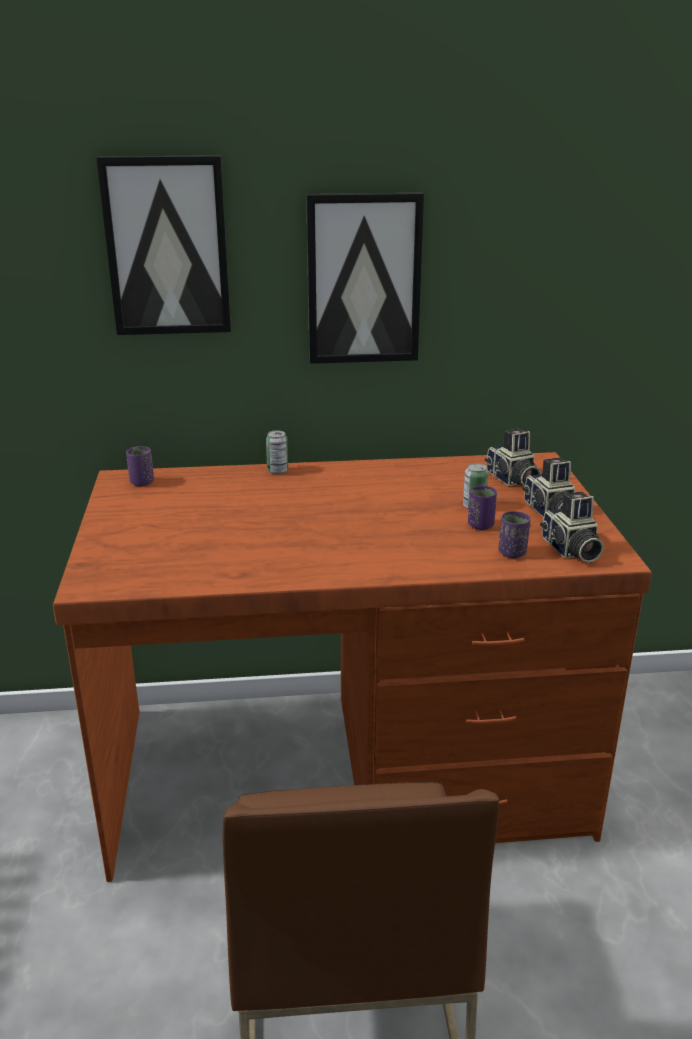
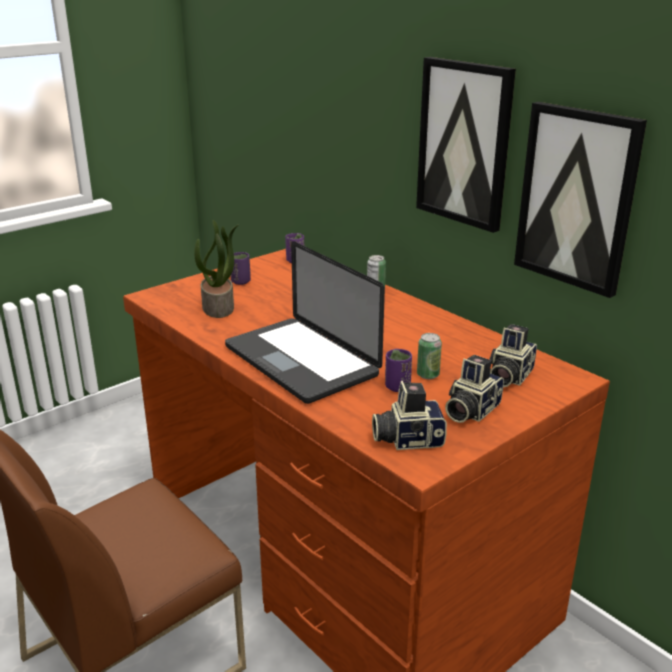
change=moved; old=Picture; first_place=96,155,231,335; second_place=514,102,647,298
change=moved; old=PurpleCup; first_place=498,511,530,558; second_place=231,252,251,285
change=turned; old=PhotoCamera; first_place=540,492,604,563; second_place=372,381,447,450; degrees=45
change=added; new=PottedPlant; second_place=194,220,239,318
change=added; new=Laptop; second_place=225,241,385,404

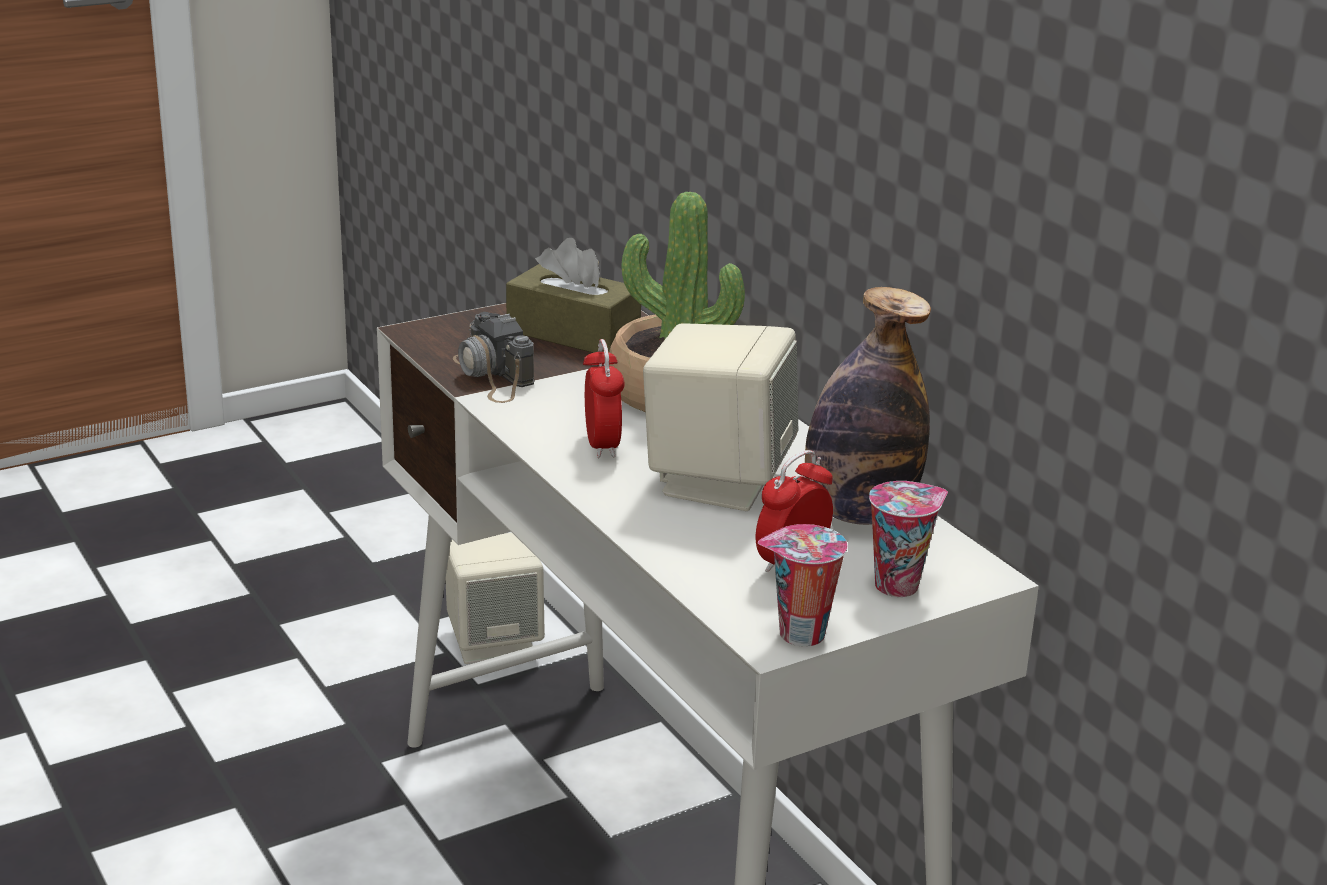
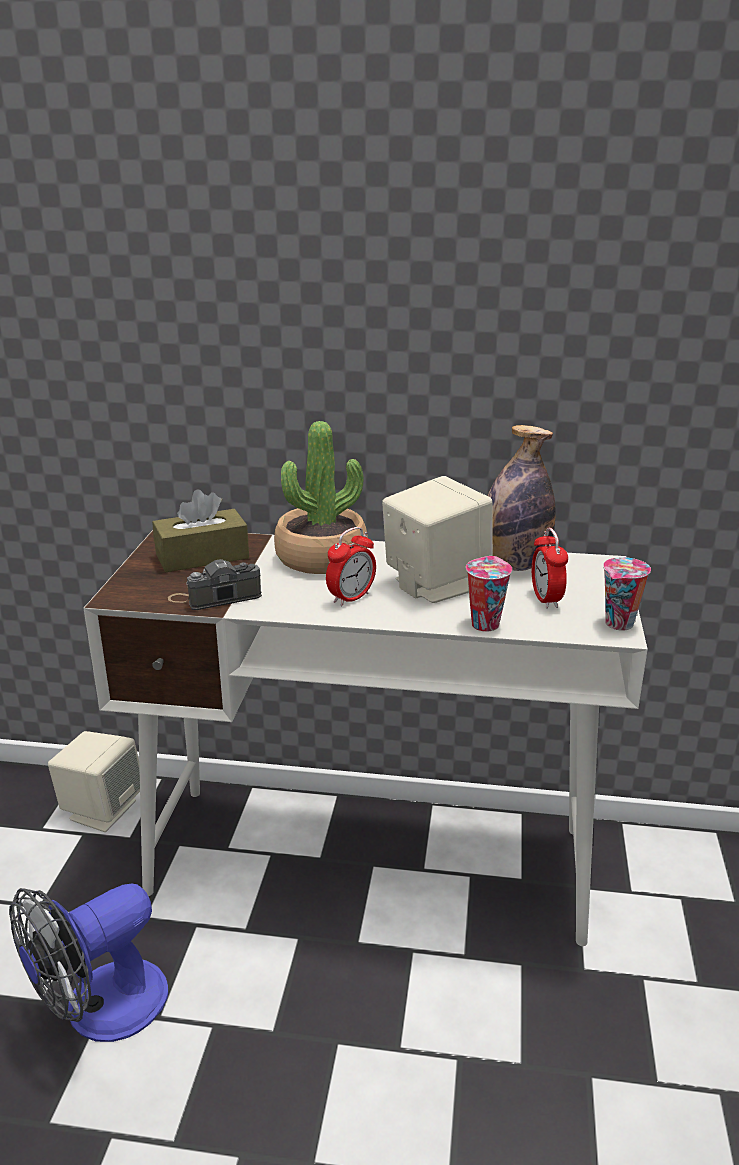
change=turned; old=PhotoCamera; first_place=453,312,534,403; second_place=168,559,262,610; degrees=150
change=turned; old=AlarmClock; first_place=583,339,625,458; second_place=326,527,376,606; degrees=105
change=moved; old=Cup; first_place=869,481,948,597; second_place=466,556,512,631
change=added; new=Fan; second_place=9,883,168,1042

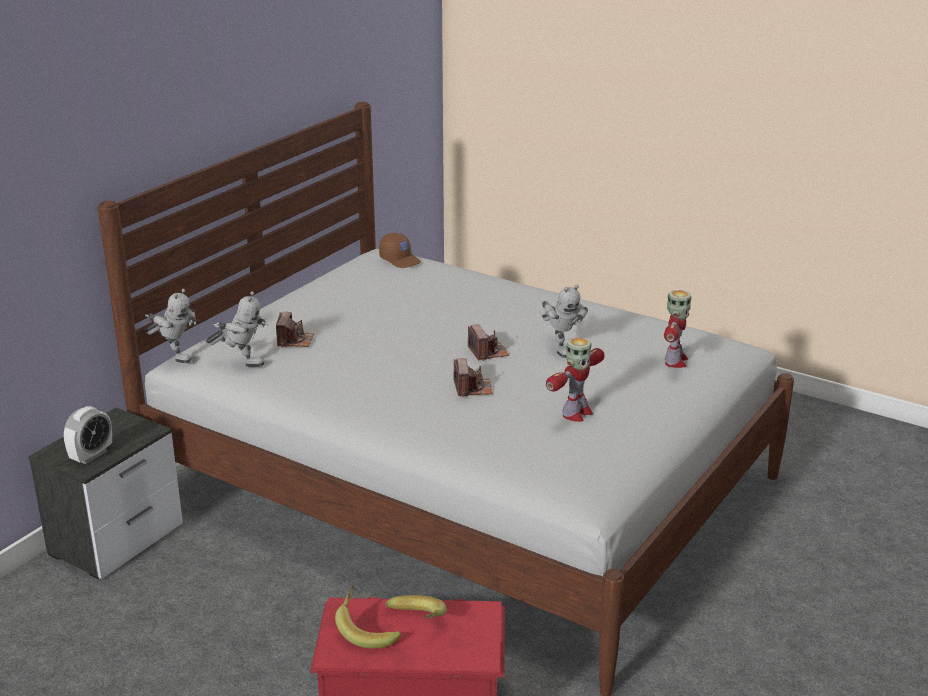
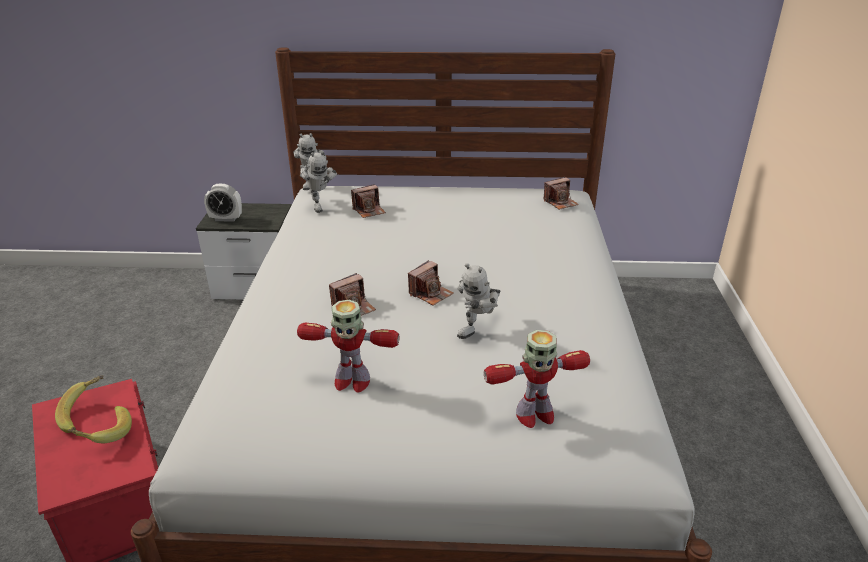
change=replaced; old=BrownCap; new=PhotoCamera; first_place=379,233,421,268; second_place=543,177,579,210

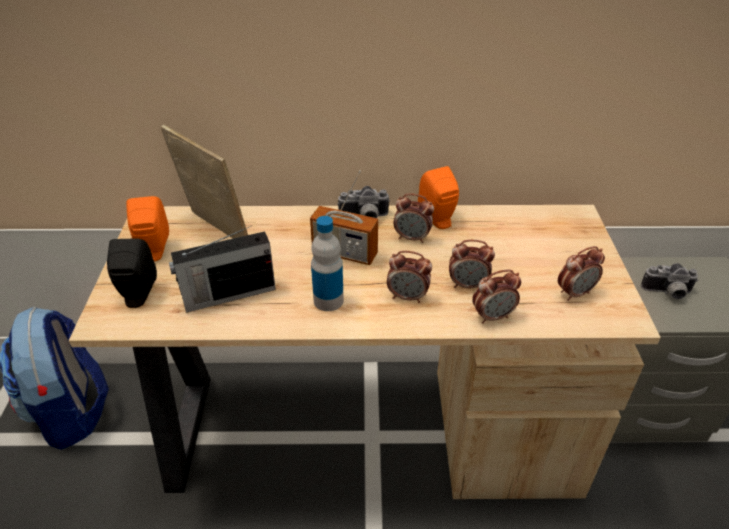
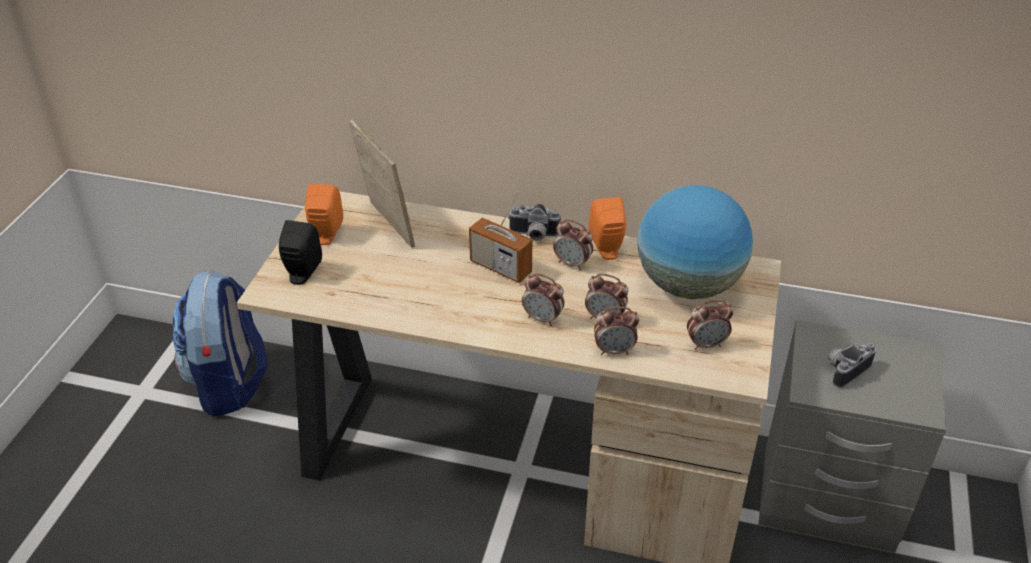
change=removed; old=Radio; first_place=169,225,276,313
change=removed; old=Bottle; first_place=311,216,344,311
change=turned; old=PhotoCamera; first_place=641,263,699,299; second_place=828,343,876,388; degrees=120
change=added; new=Globe; second_place=637,185,753,299

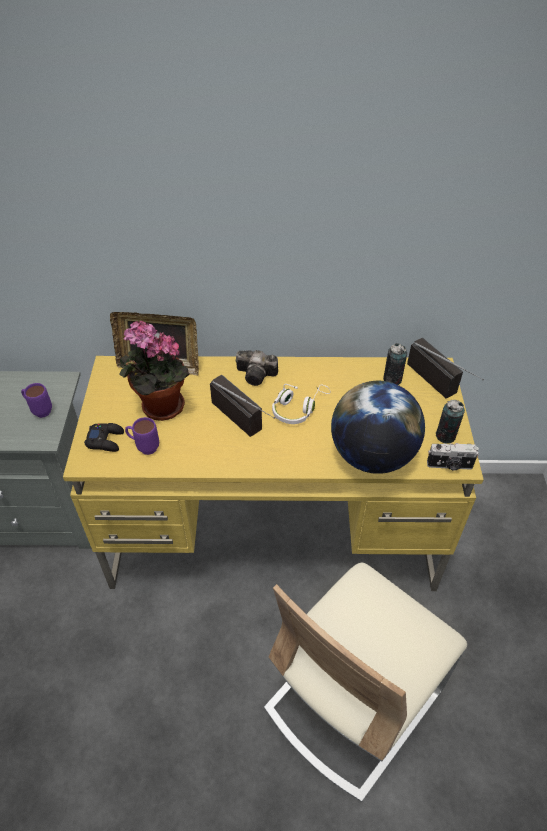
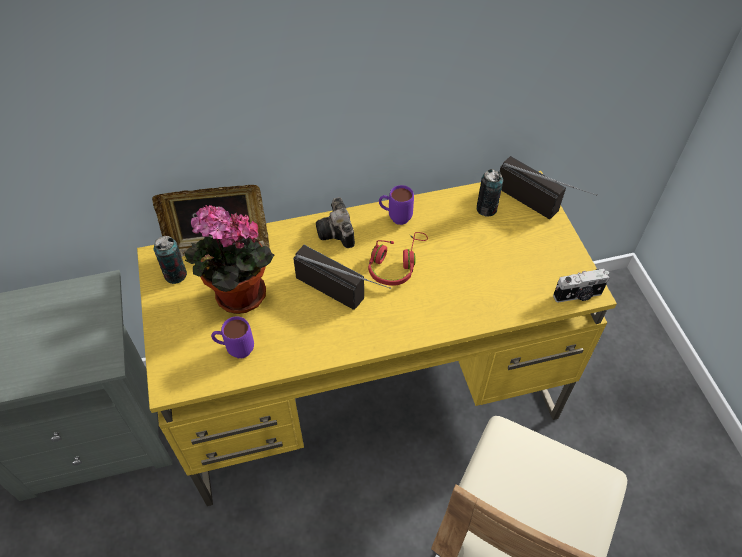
change=moved; old=PurpleMug; first_place=21,383,52,418; second_place=379,185,414,225
change=removed; old=BlackGameController; first_place=84,423,124,452
change=turned; old=PhotoCamera; first_place=236,350,278,386; second_place=316,197,355,248; degrees=75
change=recoloured; old=WhiteHeadphones; new=RedHeadphones; first_place=272,384,331,424; second_place=368,232,428,286
change=removed; old=Globe; first_place=331,381,425,474
change=moved; old=Can; first_place=436,400,465,443; second_place=153,236,187,284

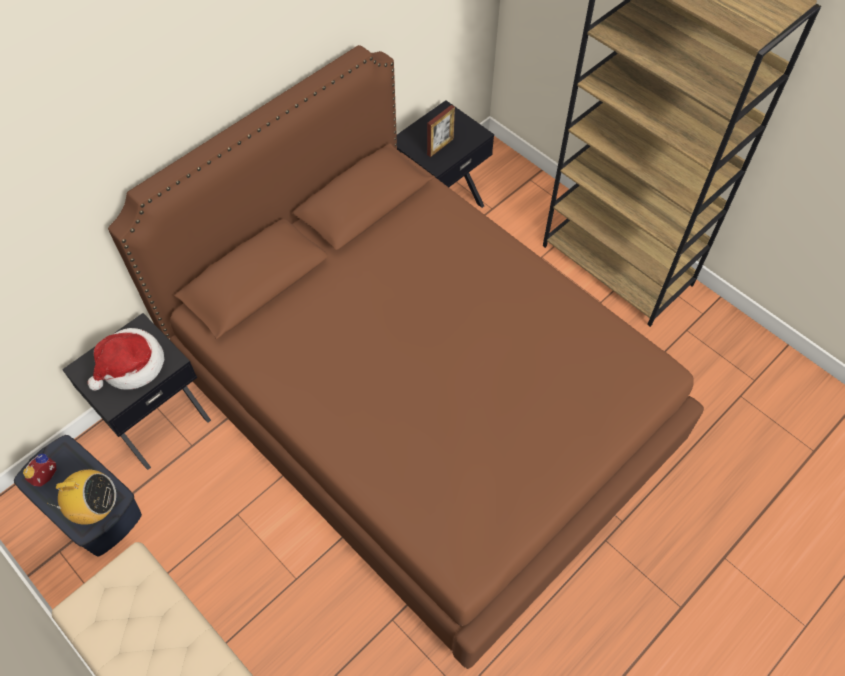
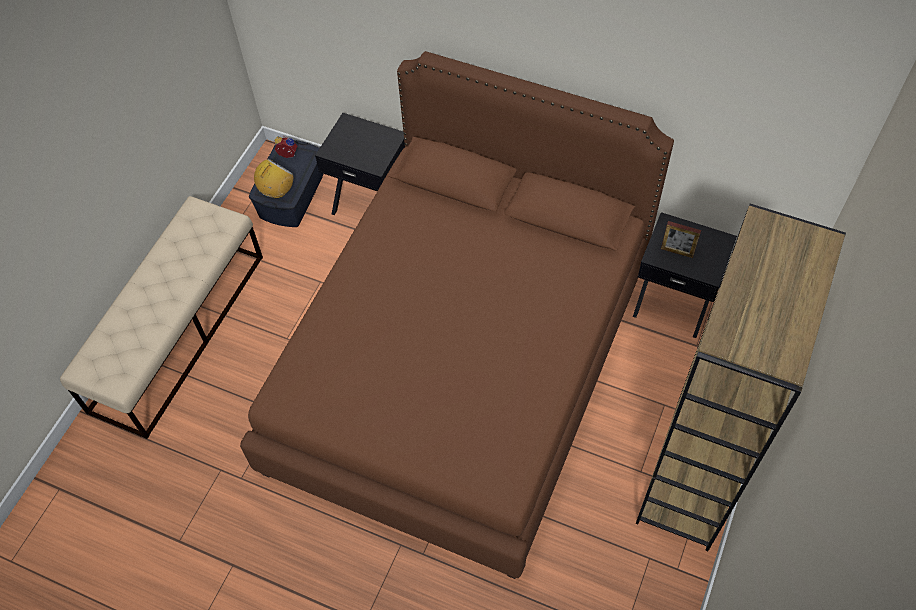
change=turned; old=Radio; first_place=47,469,116,525; second_place=254,159,293,198; degrees=-120
change=removed; old=Hat; first_place=87,328,164,391

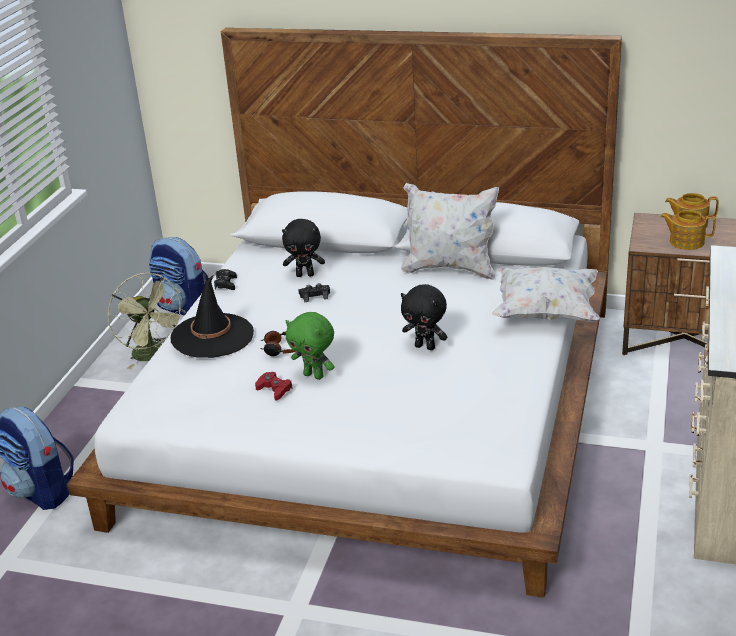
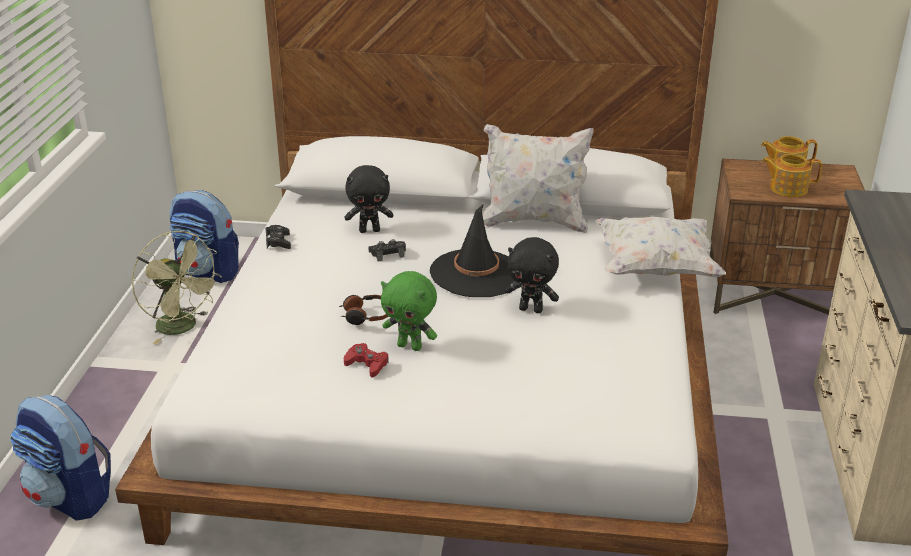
change=moved; old=BlackHat; first_place=171,275,254,358; second_place=430,204,515,297

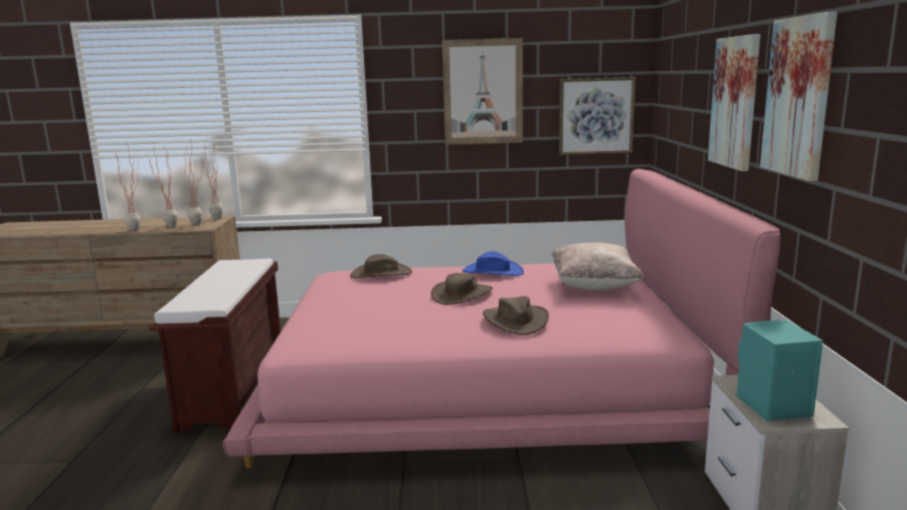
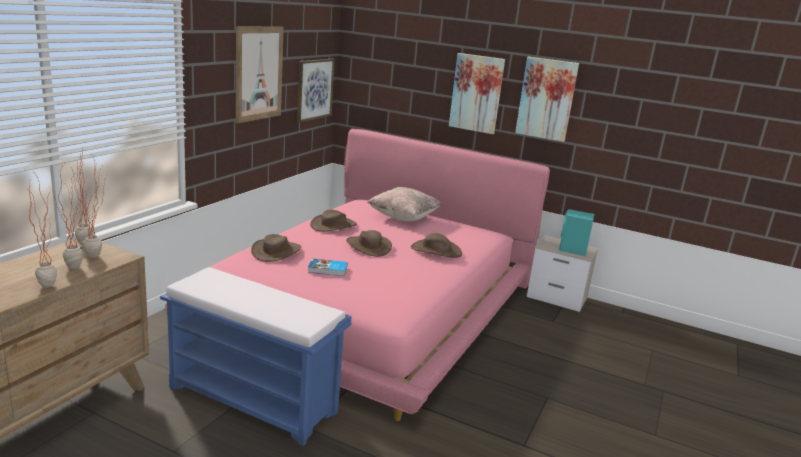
change=recoloured; old=BrownBench; new=BlueBench; first_place=150,259,281,434; second_place=160,267,352,446
change=recoloured; old=BlueHat; new=BrownHat; first_place=462,251,524,276; second_place=310,210,357,231
change=added; new=Book; second_place=308,258,348,276

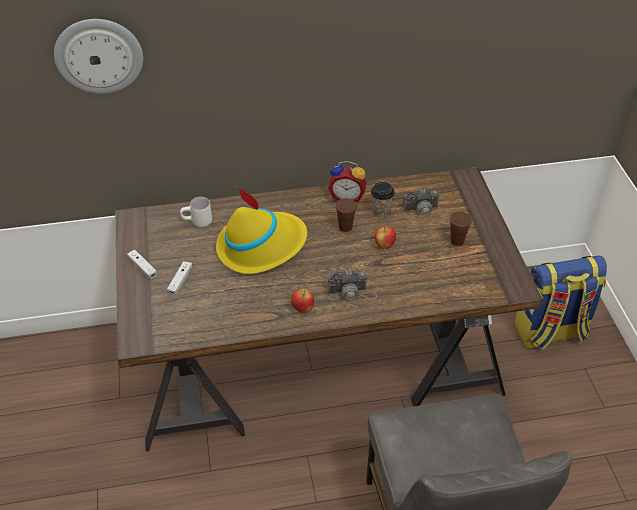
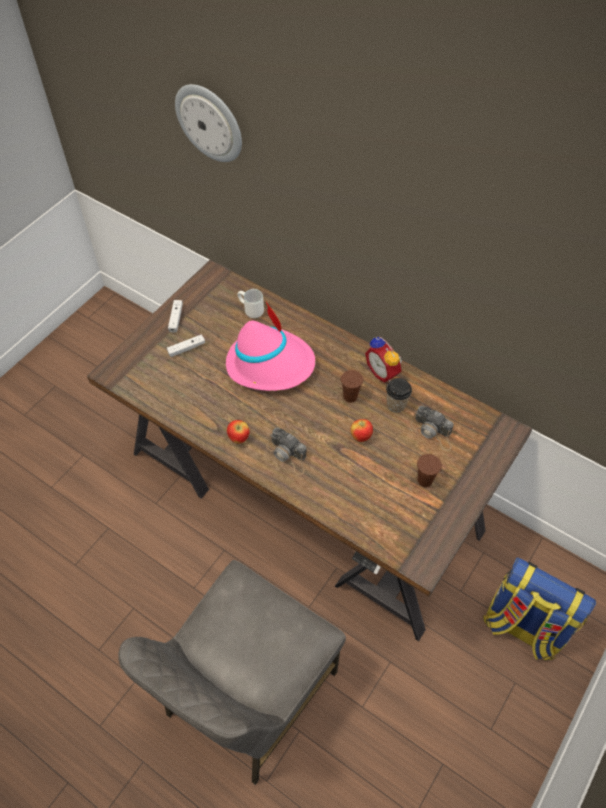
change=recoloured; old=YellowHat; new=PinkHat; first_place=216,187,307,274; second_place=226,302,315,391

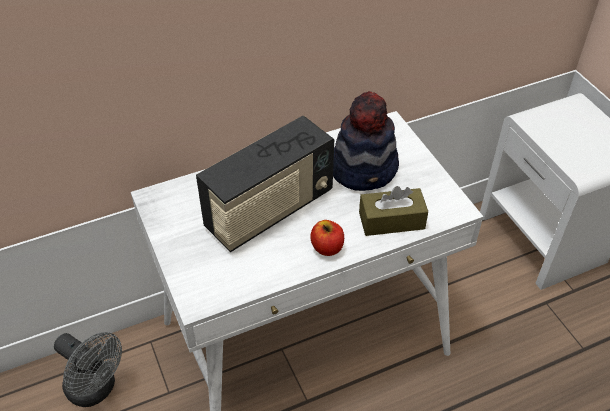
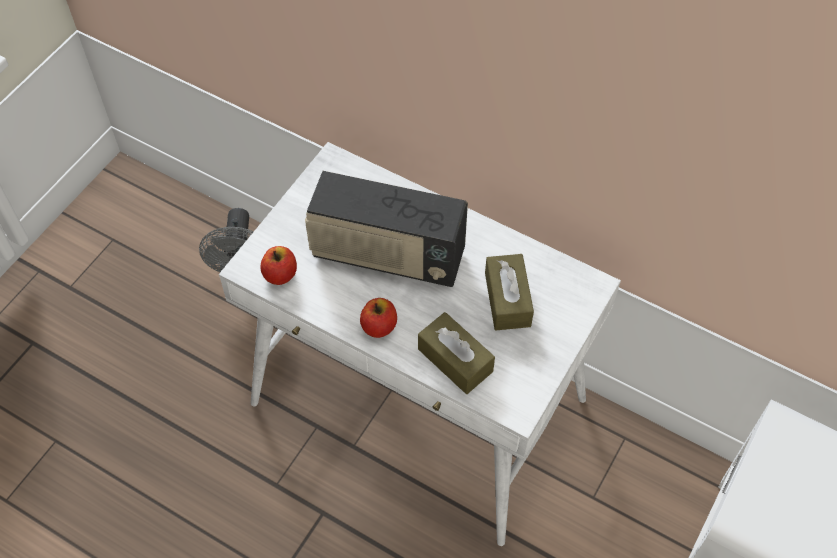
change=replaced; old=Hat; new=BrownTissueBox; first_place=333,91,399,191; second_place=485,254,534,331
change=added; new=Apple; second_place=261,246,297,285

